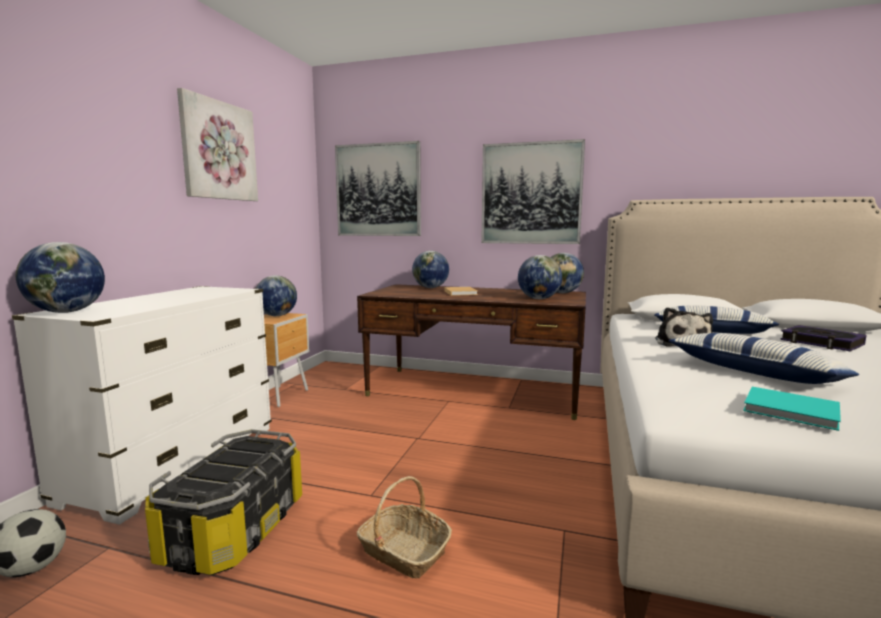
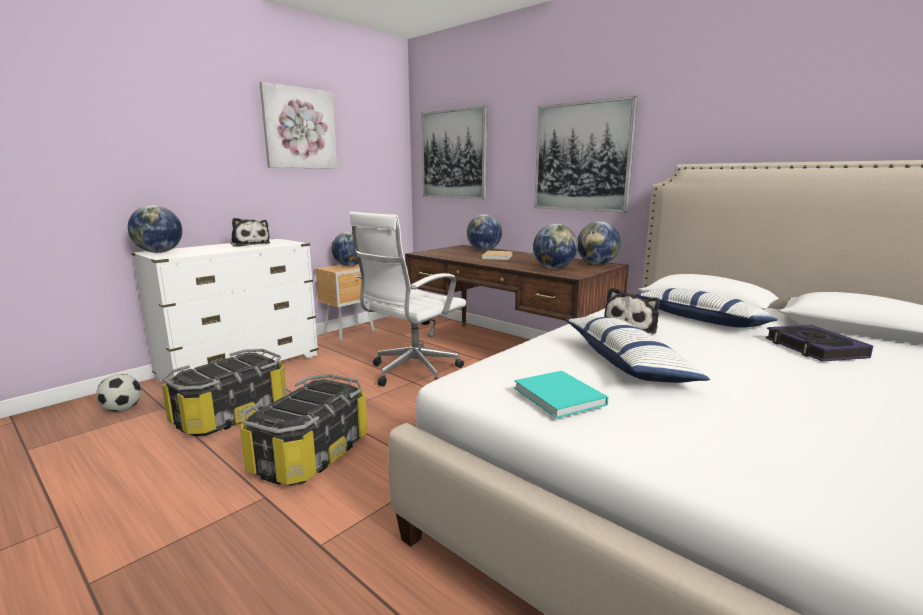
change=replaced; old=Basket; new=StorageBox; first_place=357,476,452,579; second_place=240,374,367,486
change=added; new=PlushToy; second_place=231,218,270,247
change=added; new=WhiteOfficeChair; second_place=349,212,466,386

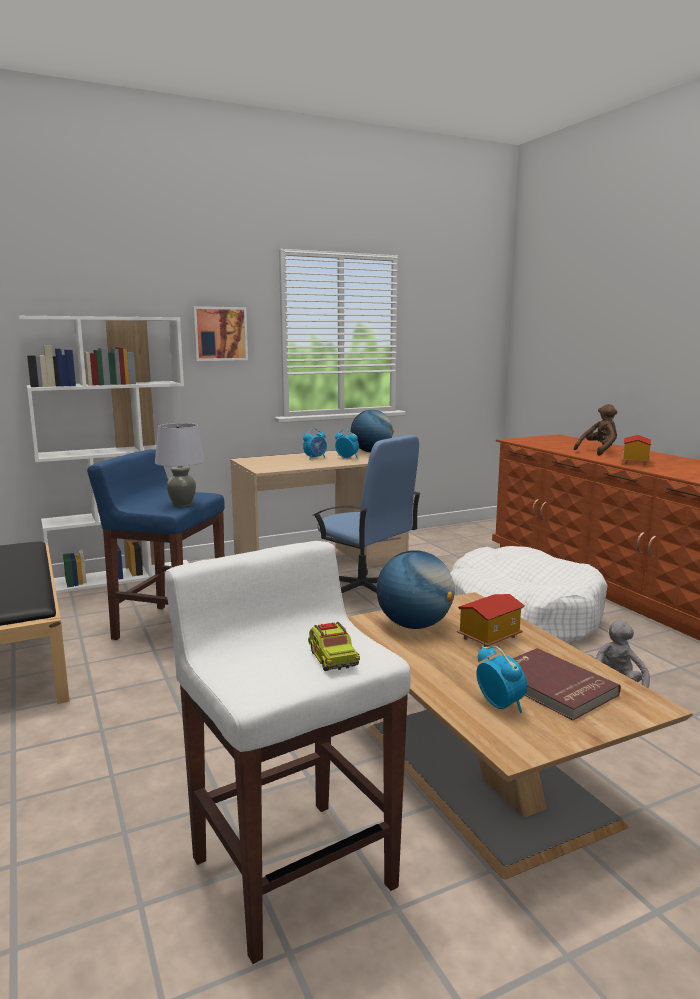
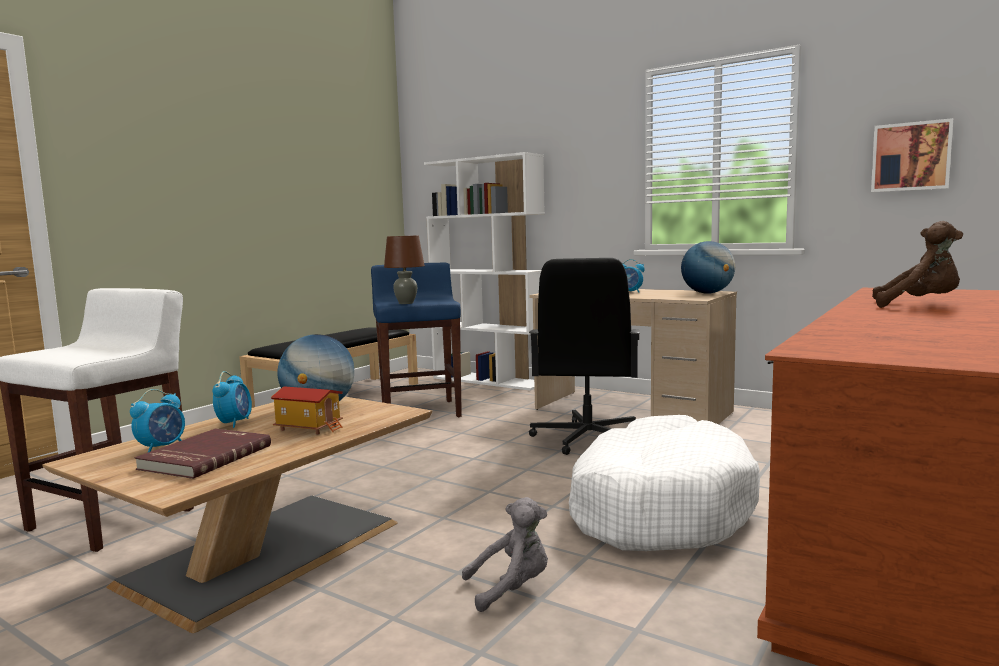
change=recoloured; old=GreyTableLamp; new=BrownTableLamp; first_place=155,423,205,507; second_place=384,235,425,304
change=moved; old=Picture; first_place=192,306,248,361; second_place=871,118,953,192
change=removed; old=ToyTruck; first_place=308,621,360,671
change=recoloured; old=BlueOfficeChair; new=BlackOfficeChair; first_place=312,435,421,593; second_place=529,258,640,455
change=moved; old=AlarmClock; first_place=335,429,359,458; second_place=213,371,252,428
change=removed; old=ToyHouse; first_place=622,435,652,466

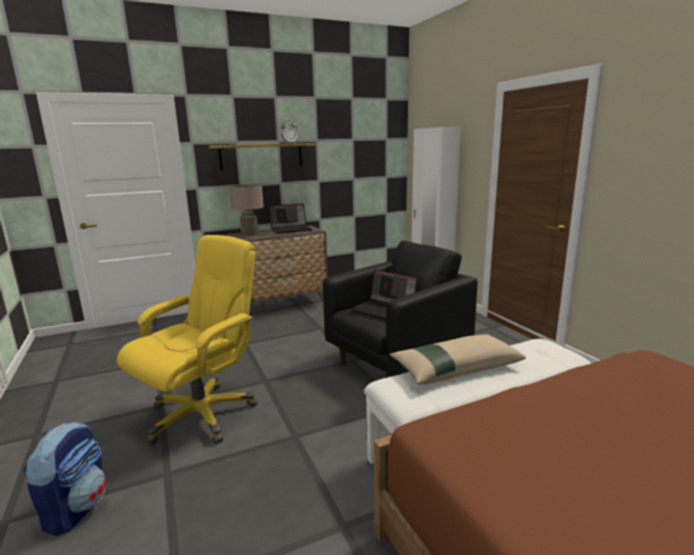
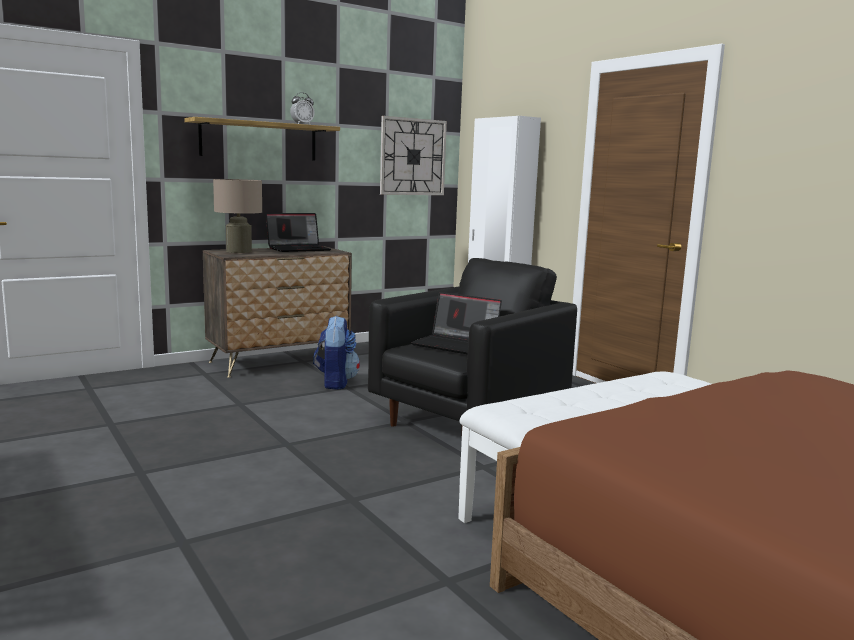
change=moved; old=Backpack; first_place=23,422,107,536; second_place=313,316,360,390
change=removed; old=YellowOfficeChair; first_place=117,235,257,445
change=removed; old=BeigePillow; first_place=390,334,526,385
change=added; new=WallClock; second_place=380,116,447,195

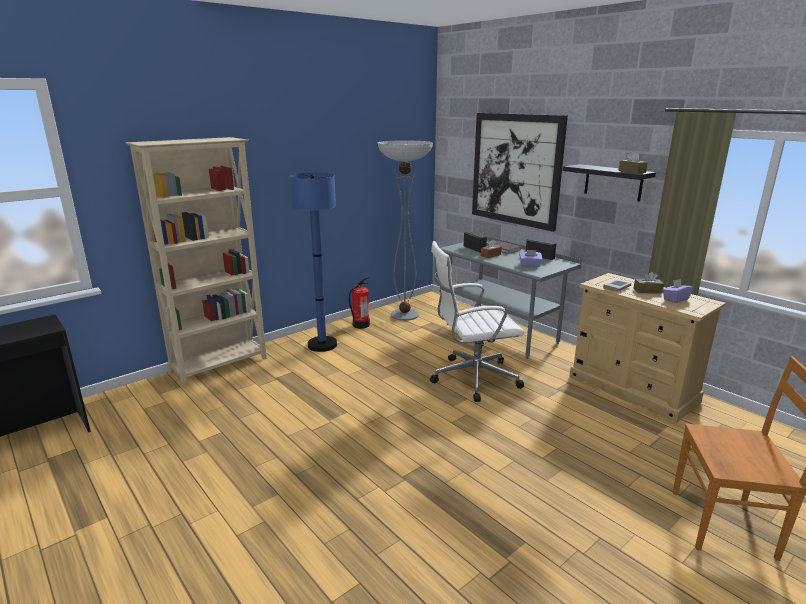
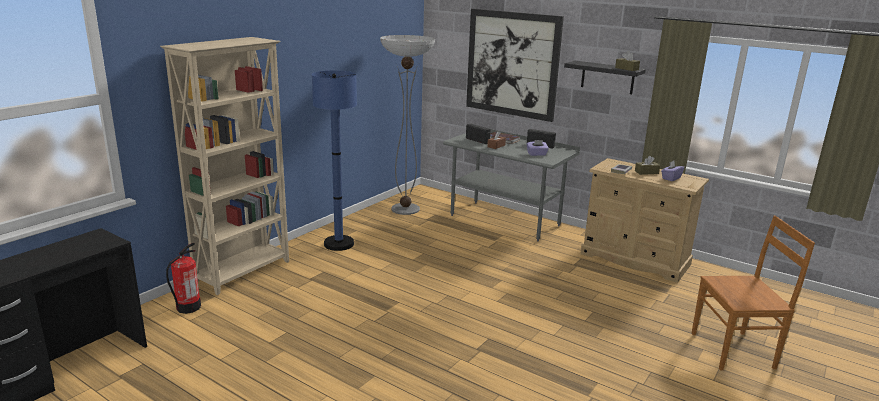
change=moved; old=FireExtinguisher; first_place=349,277,370,329; second_place=166,243,201,314
change=removed; old=WhiteOfficeChair; first_place=430,241,524,402

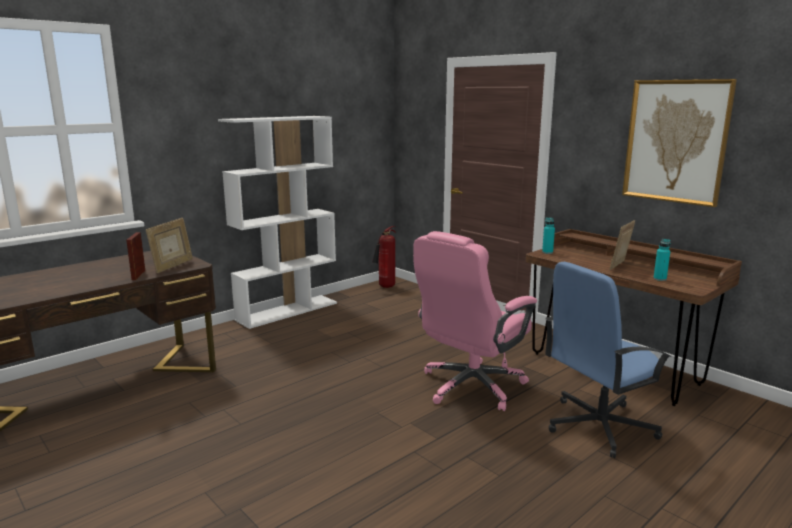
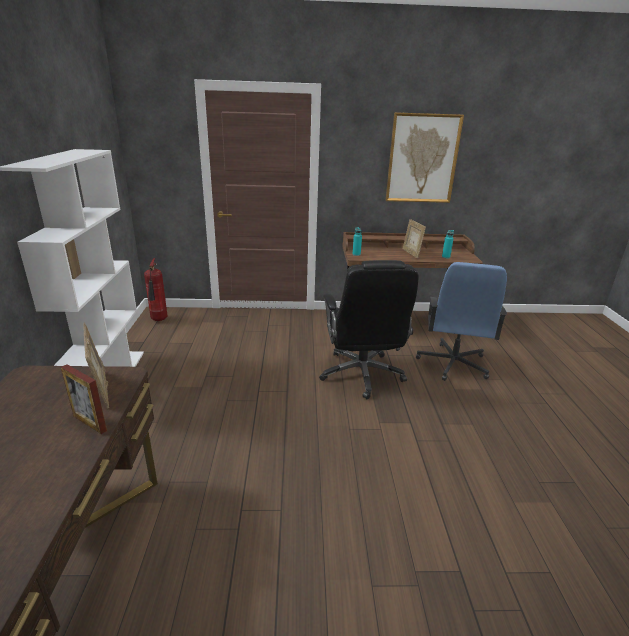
change=recoloured; old=PinkOfficeChair; new=BlackOfficeChair; first_place=413,231,537,411; second_place=319,260,419,399

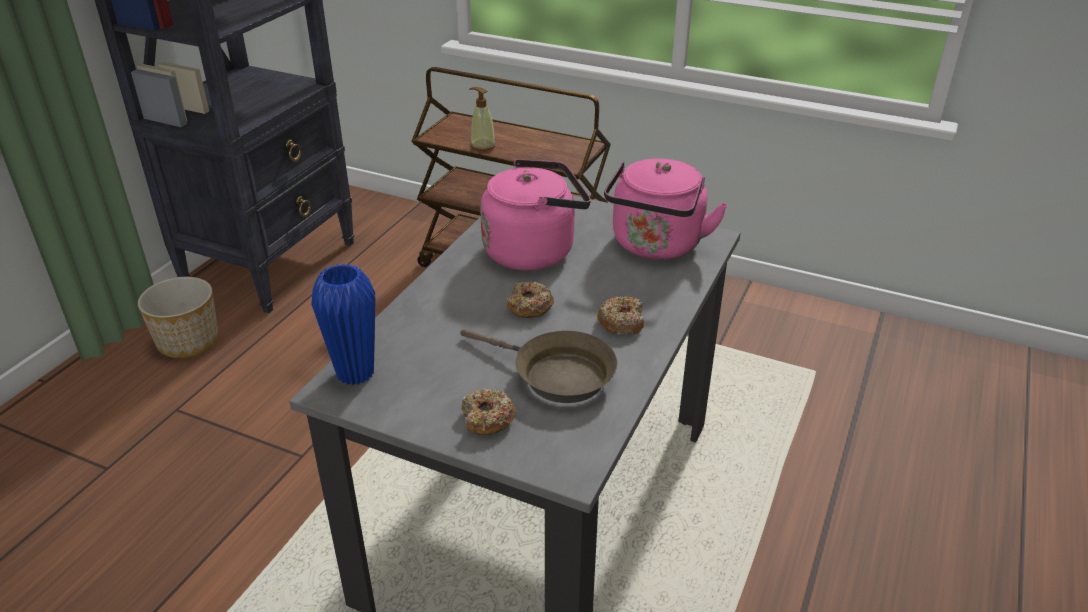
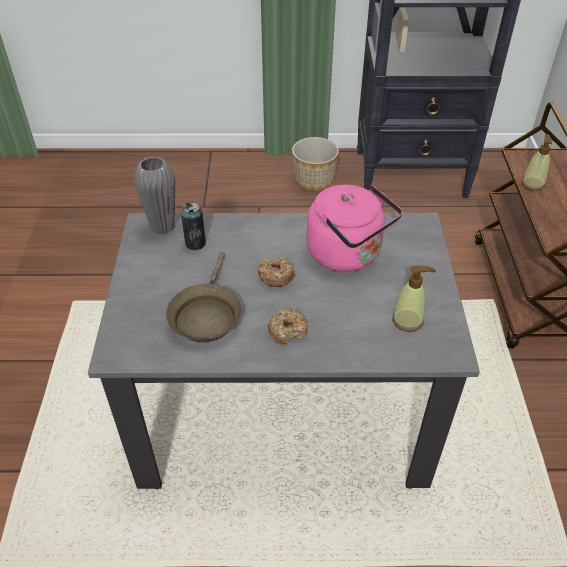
change=recoloured; old=BlueVase; new=GreyVase; first_place=311,264,376,385; second_place=134,156,175,235
change=removed; old=Donut; first_place=461,389,516,435
change=replaced; old=PinkKettle; new=SoapDispenser; first_place=604,158,728,260; second_place=392,266,436,332
change=added; new=Can; second_place=181,202,206,250

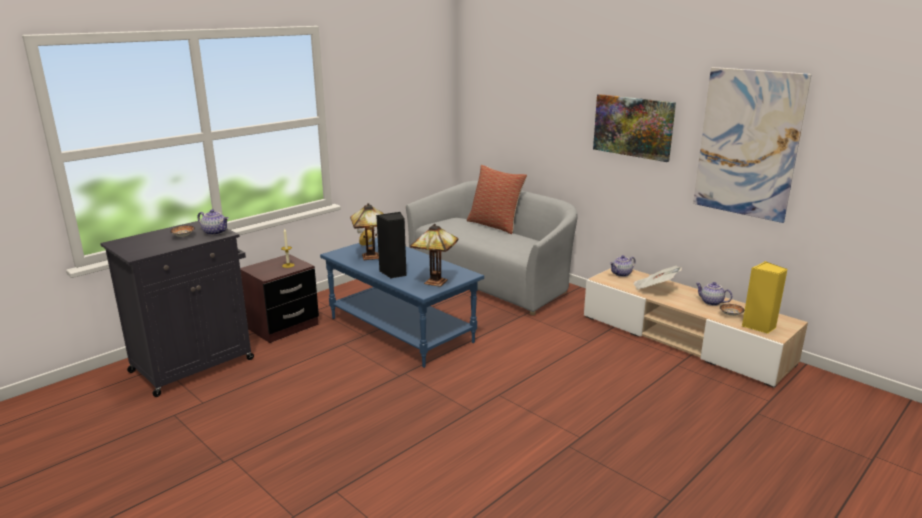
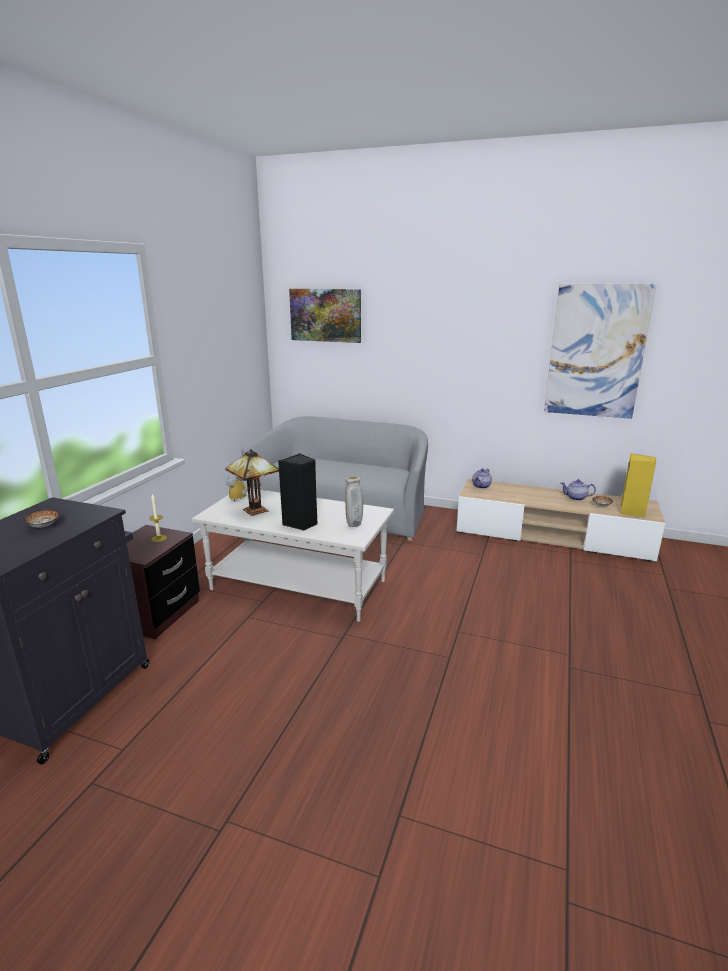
change=removed; old=Teapot; first_place=198,209,229,235
change=recoloured; old=BlueCoffeeTable; new=WhiteCoffeeTable; first_place=320,237,484,368; second_place=192,488,394,622
change=replaced; old=TableLamp; new=BeigeVase; first_place=410,224,458,287; second_place=345,476,363,527
change=removed; old=Pillow; first_place=467,165,527,234
change=moved; old=Picture; first_place=593,94,676,162; second_place=289,289,361,343
change=removed; old=Newspaper; first_place=633,266,682,290

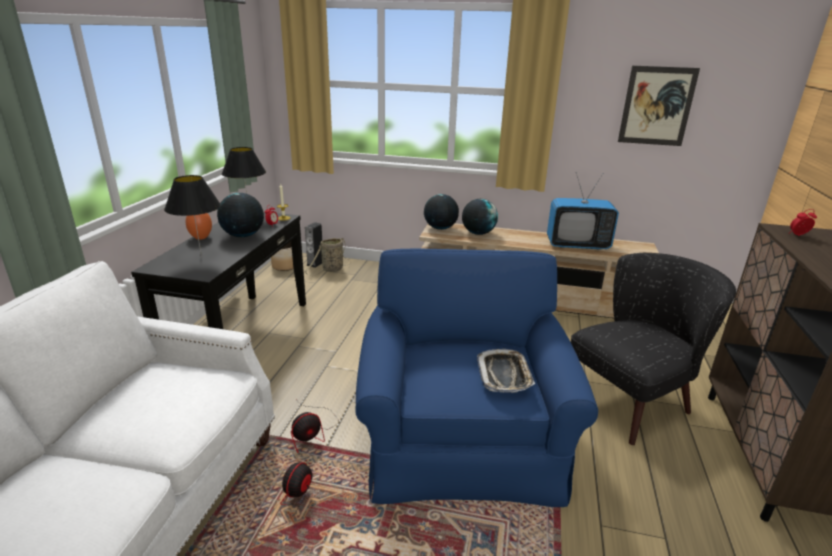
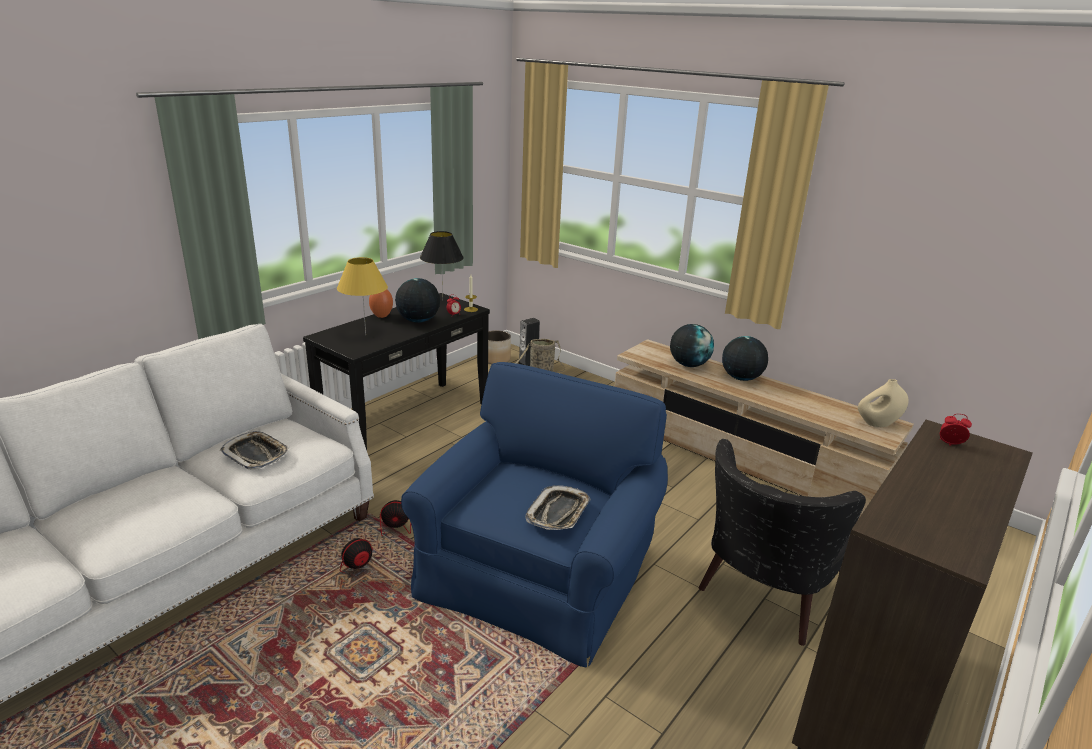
change=recoloured; old=BlackTableLamp; new=YellowTableLamp; first_place=164,175,221,258; second_place=337,257,388,334
change=moved; old=Globe; first_place=424,194,459,230; second_place=722,336,768,381
change=removed; old=Television; first_place=547,173,619,250
change=turned; old=BlackArmchair; first_place=571,253,736,445; second_place=699,439,866,646; degrees=135
change=removed; old=Picture; first_place=618,66,700,146
change=added; new=Tray; second_place=220,431,289,470
change=added; new=BeigeVase; second_place=858,379,909,427

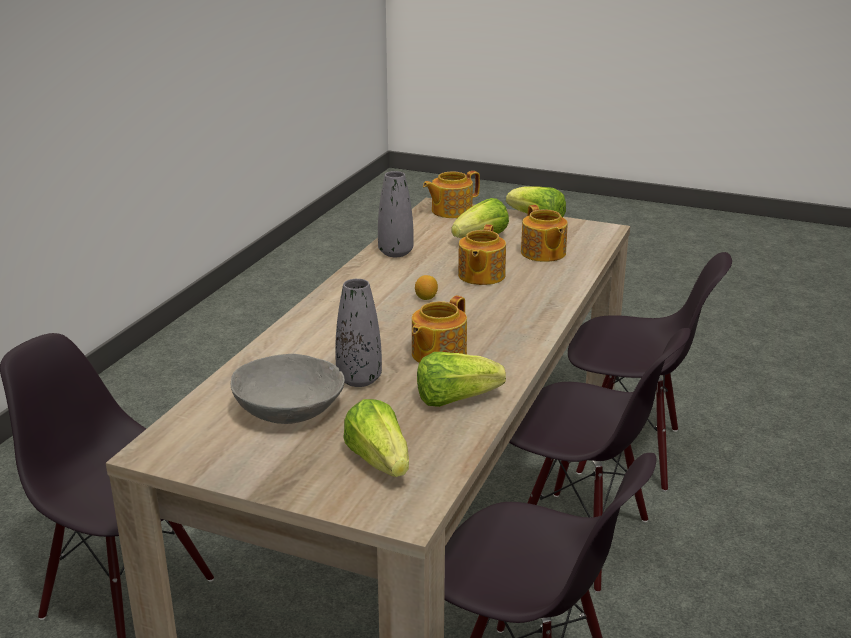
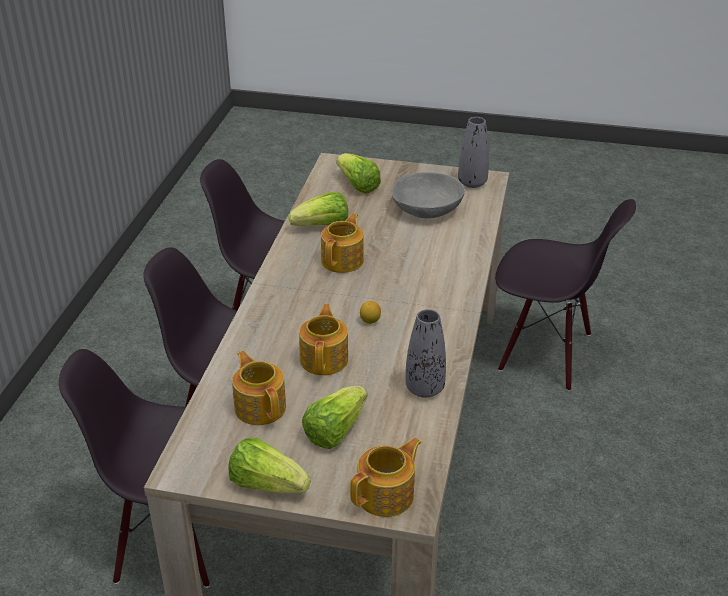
change=moved; old=GreyVase; first_place=335,279,382,387; second_place=458,117,489,188

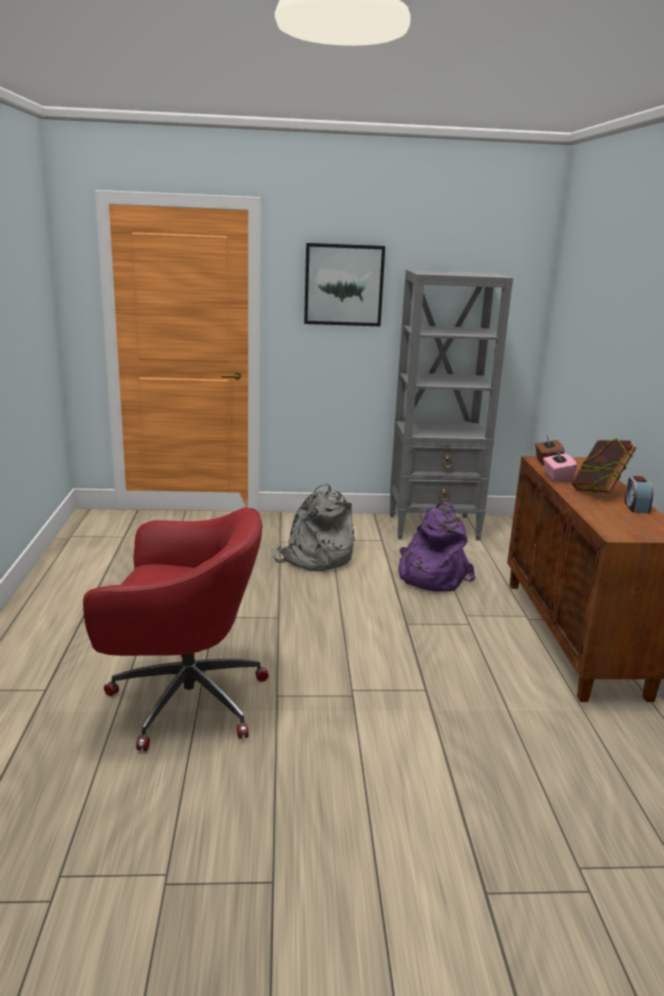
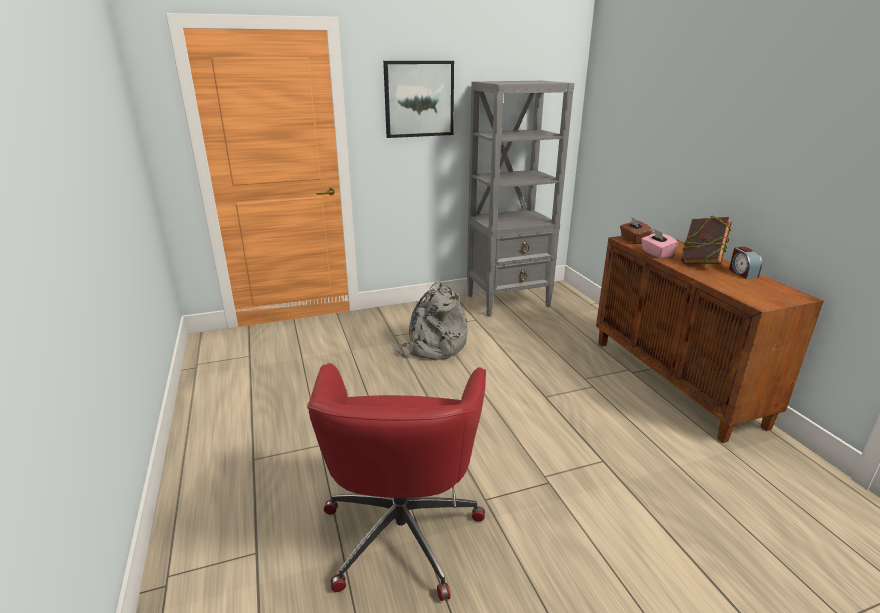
change=turned; old=RedOfficeChair; first_place=83,507,269,751; second_place=307,363,486,601; degrees=105
change=removed; old=PurpleBackpack; first_place=398,502,475,592

